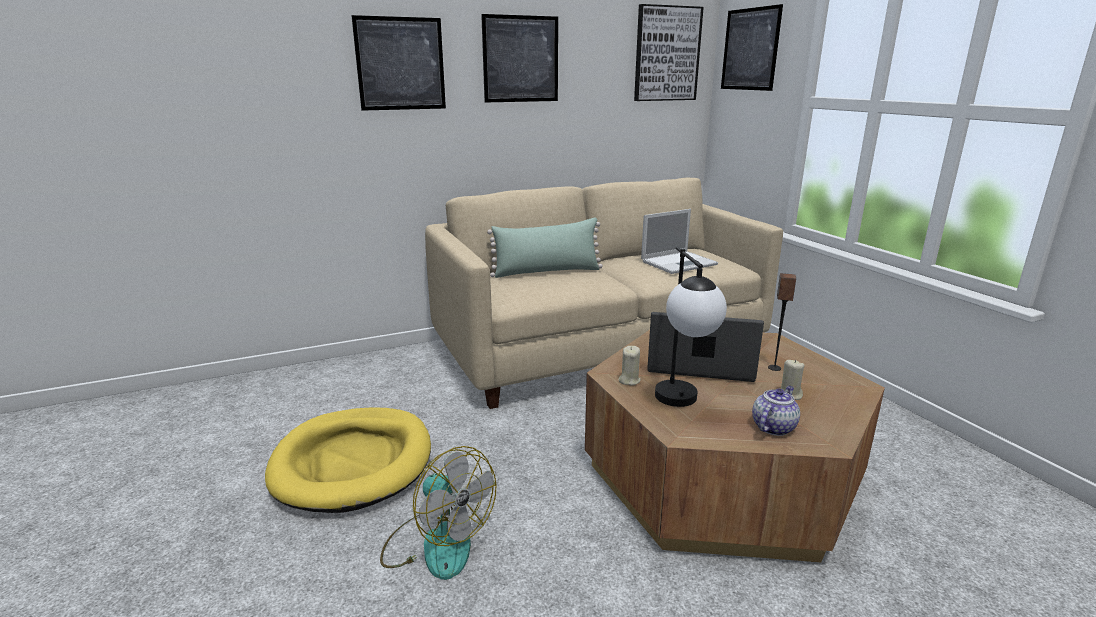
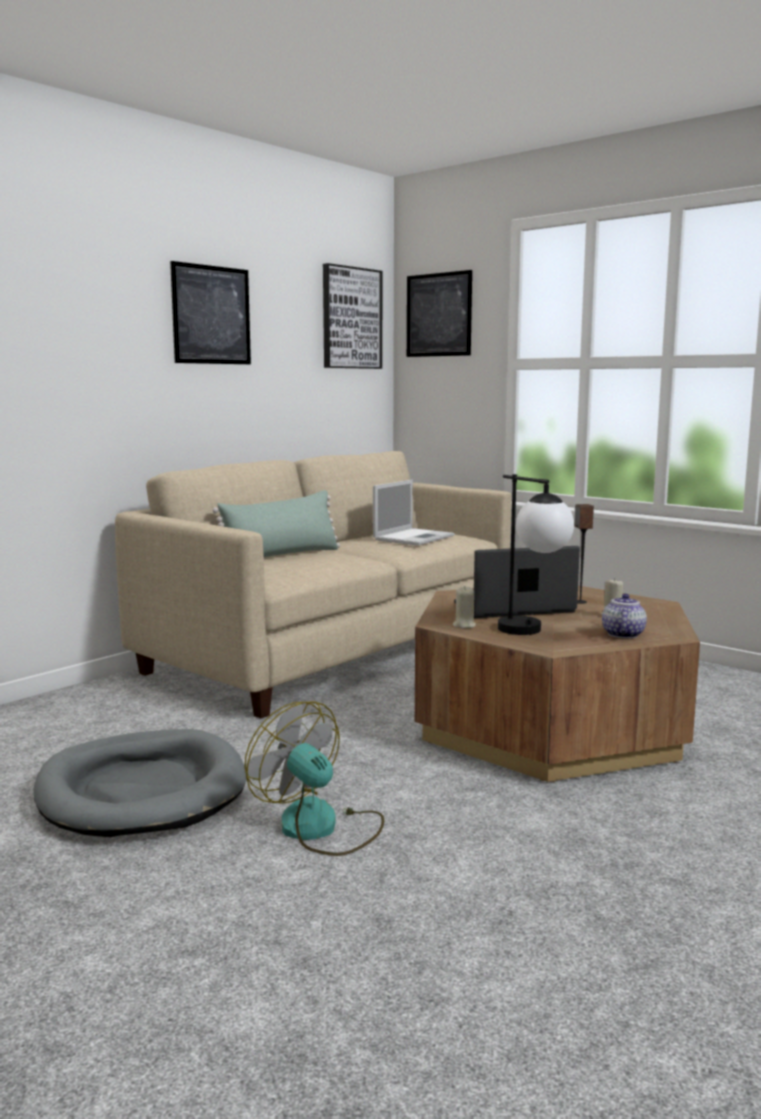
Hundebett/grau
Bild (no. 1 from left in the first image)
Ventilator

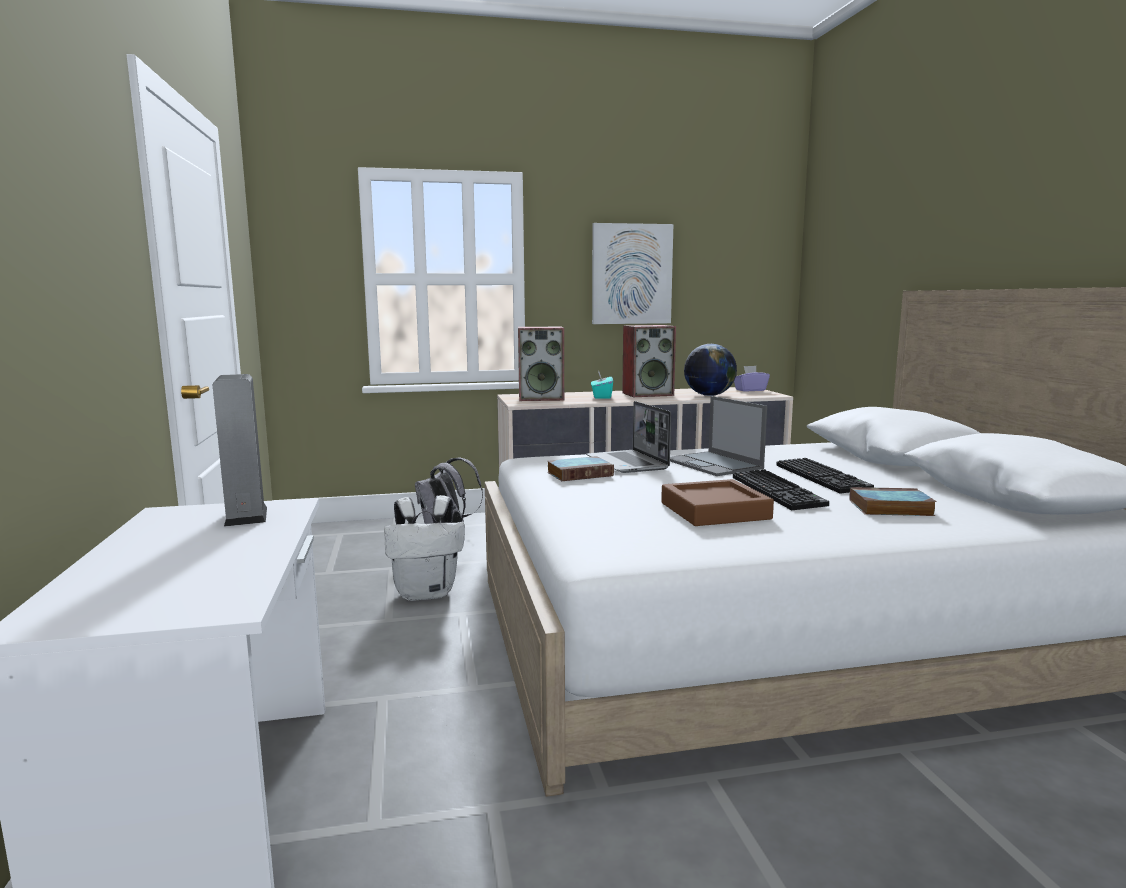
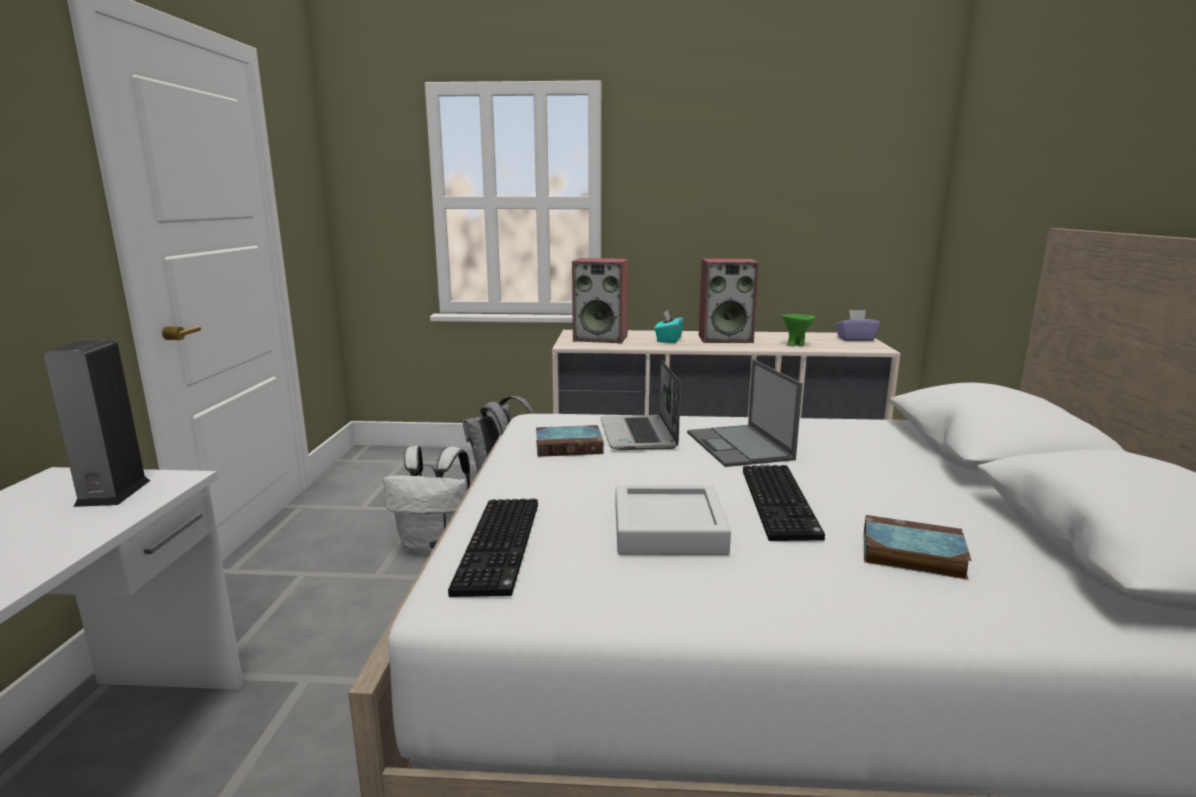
Bild
Tablett/grau
Schüssel/grün
Tastatur (no. 1 from left)

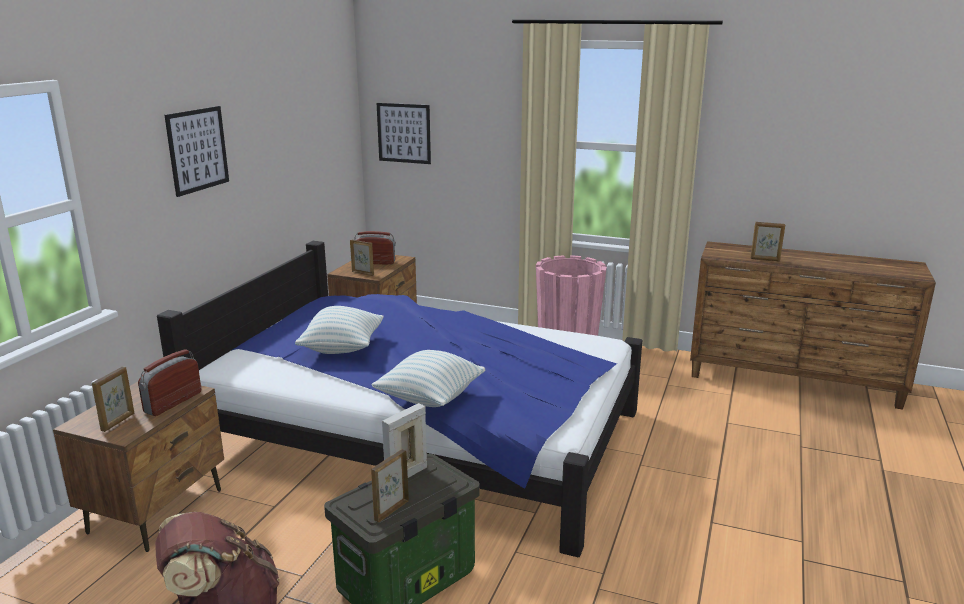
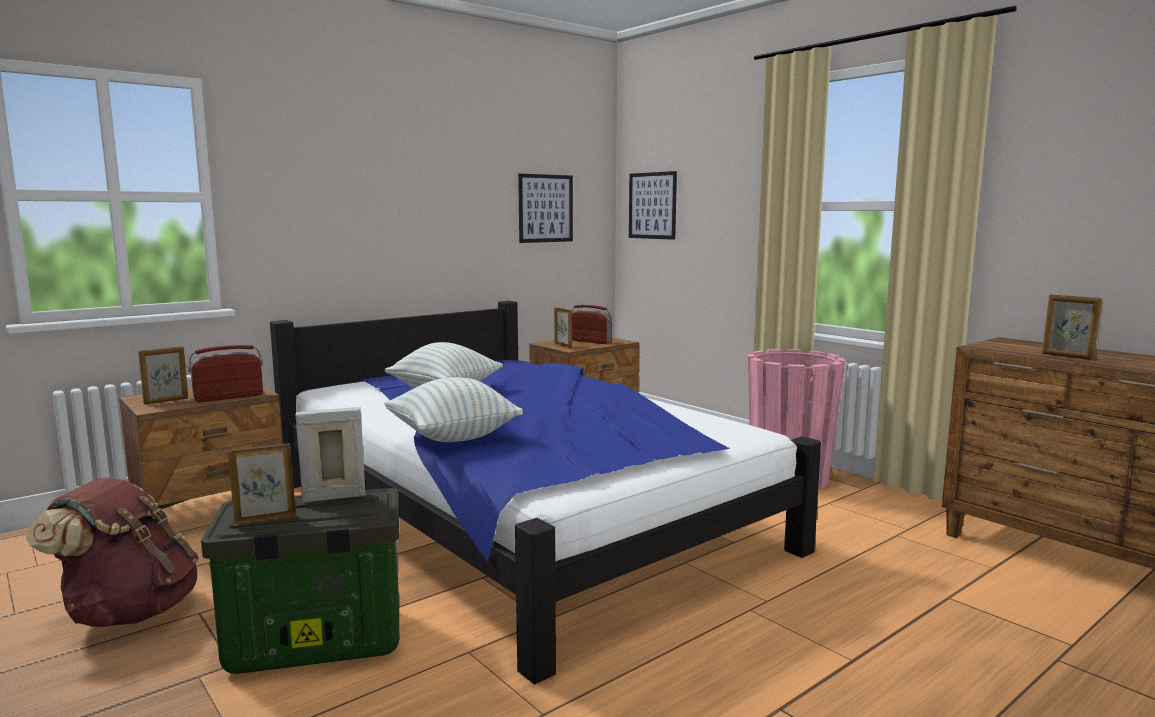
Bild (no. 1 from left)

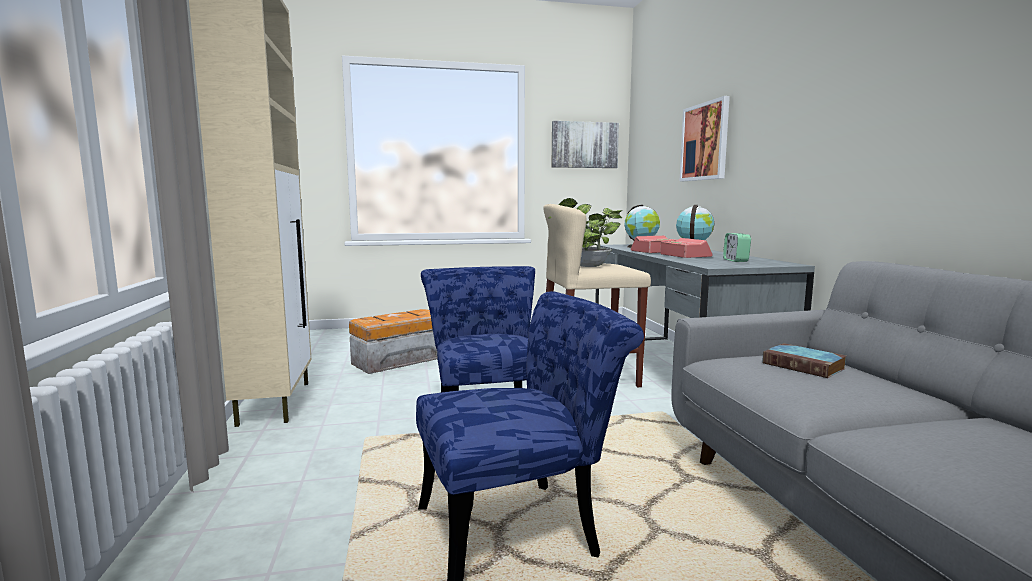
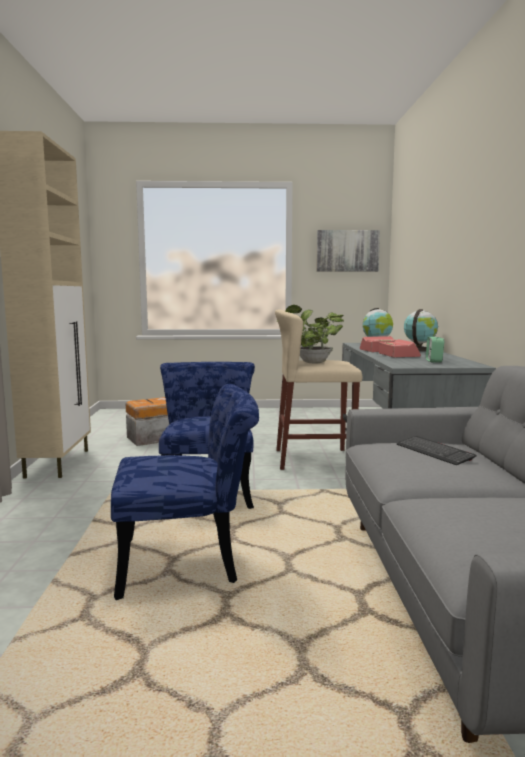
Bild (no. 2 from left in the first image)
Tastatur

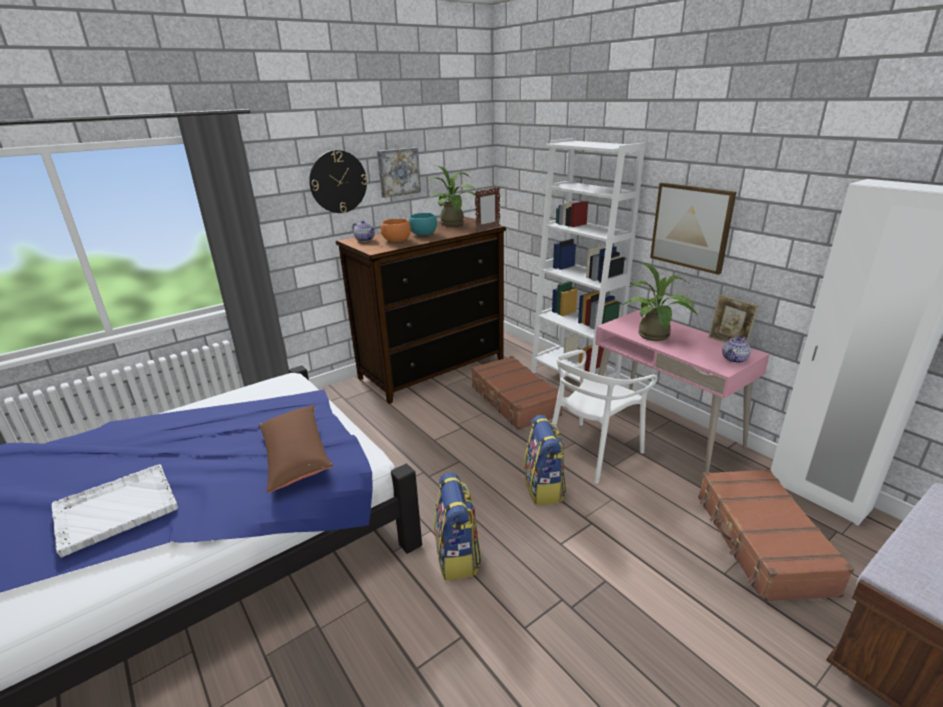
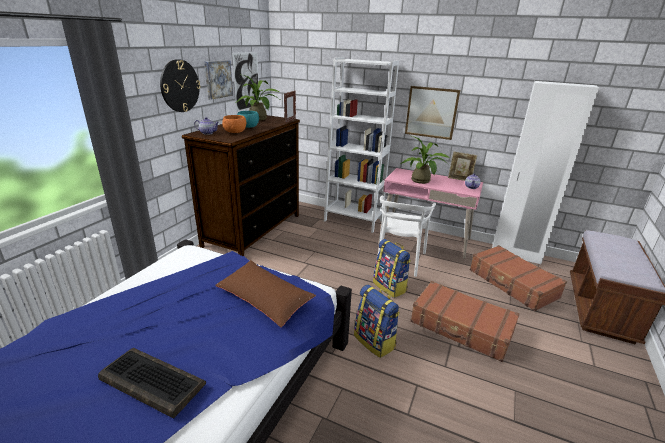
Tastatur
Koffer/braun (no. 1 from left)
Bild (no. 2 from left)

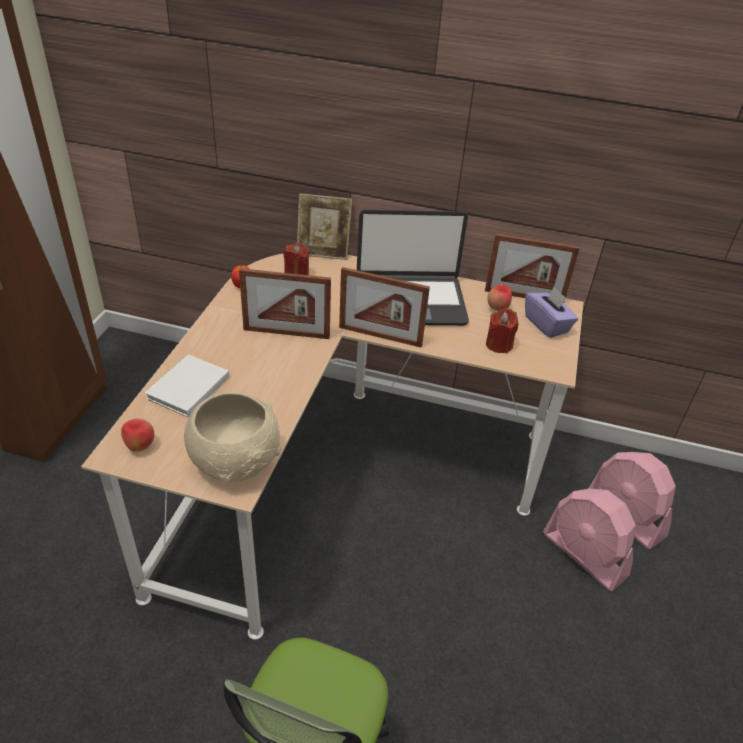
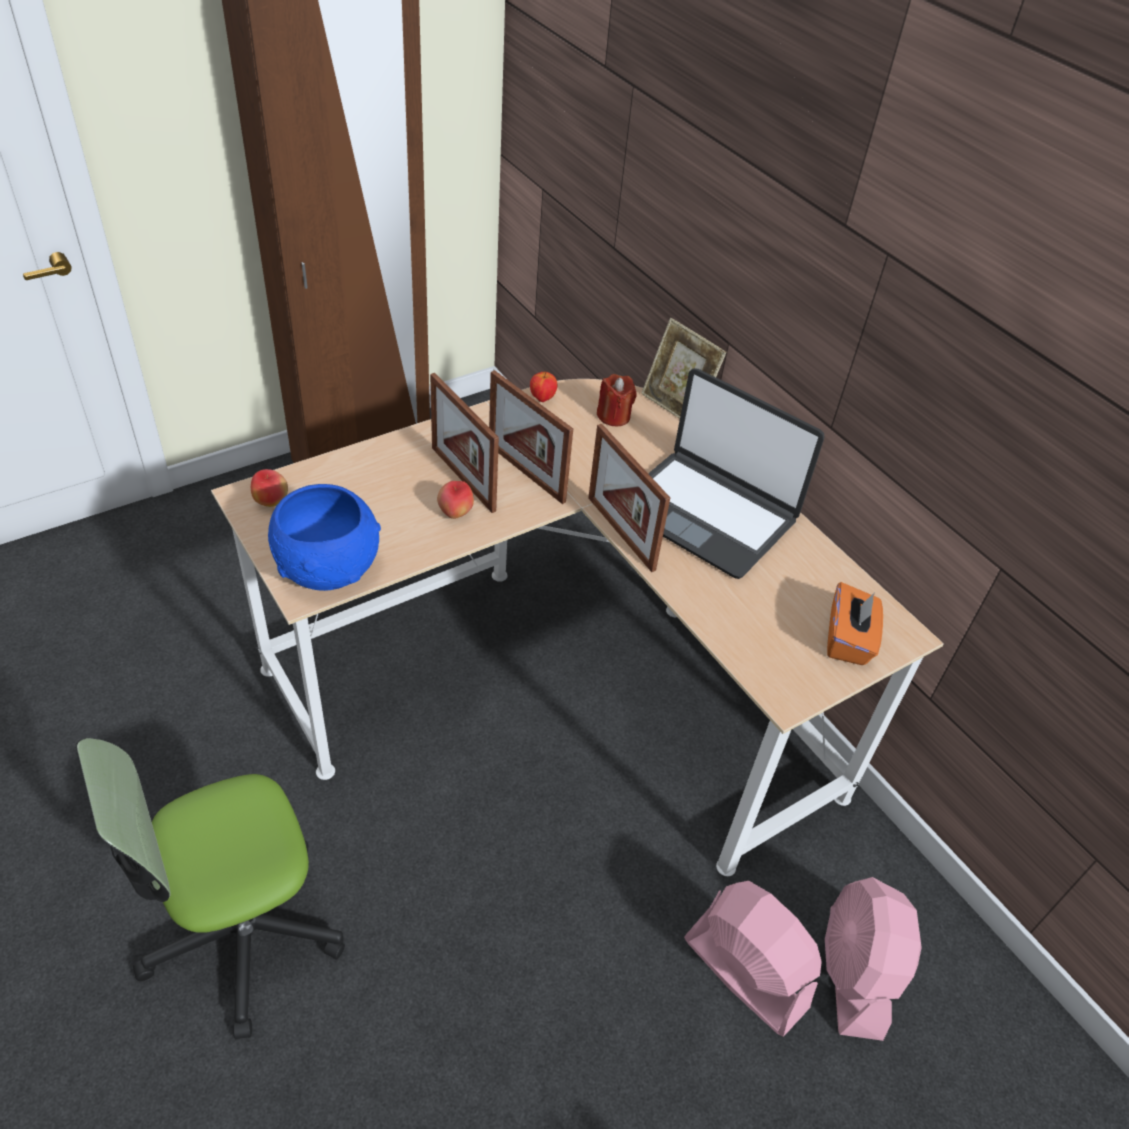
Buch/weiß
Schüssel/blau
Bilderrahmen (no. 1 from left)
Kerze/rot (no. 2 from left in the first image)
Apfel (no. 2 from left)
Taschentuchbox/orange
Ventilator/rosa (no. 1 from left)

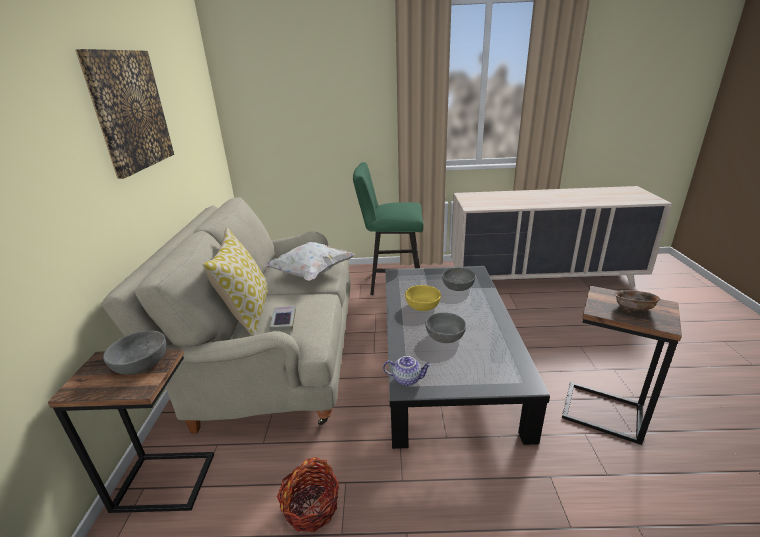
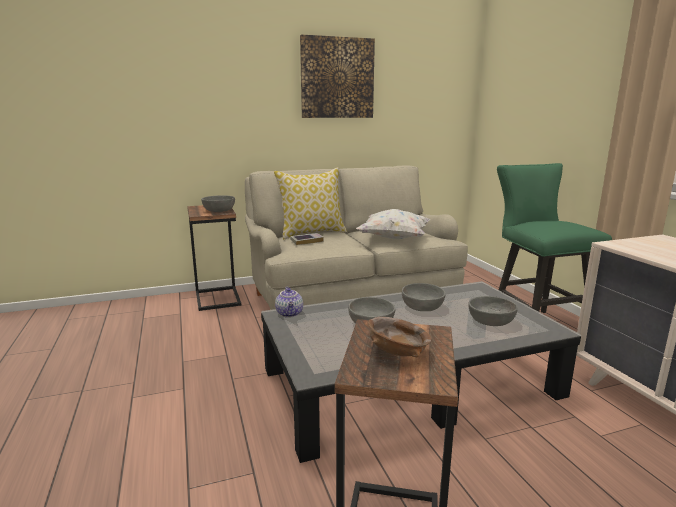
Korb
Schüssel/grau (no. 3 from left)

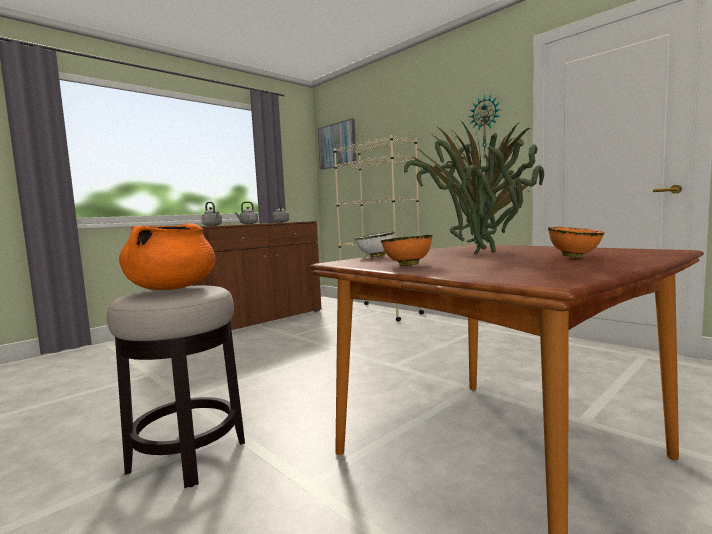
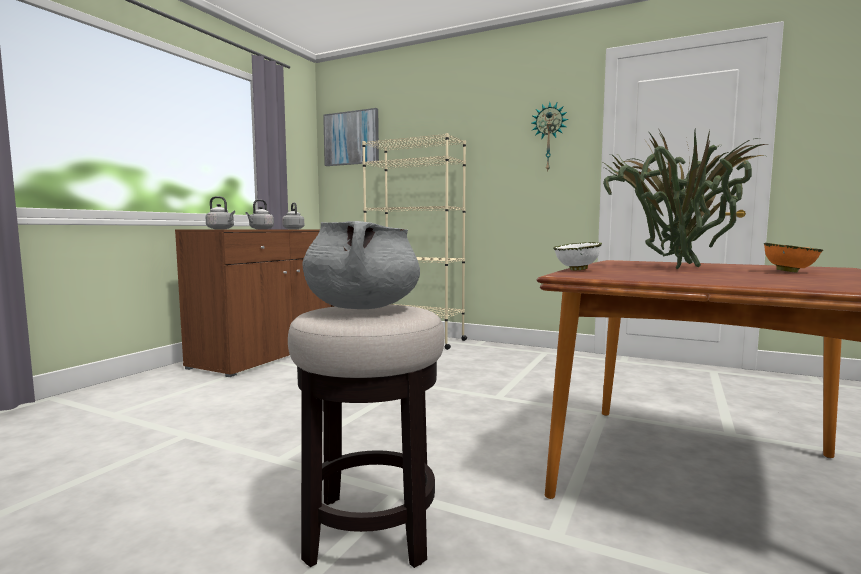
Kochtopf/grau
Schüssel/orange (no. 1 from left in the first image)

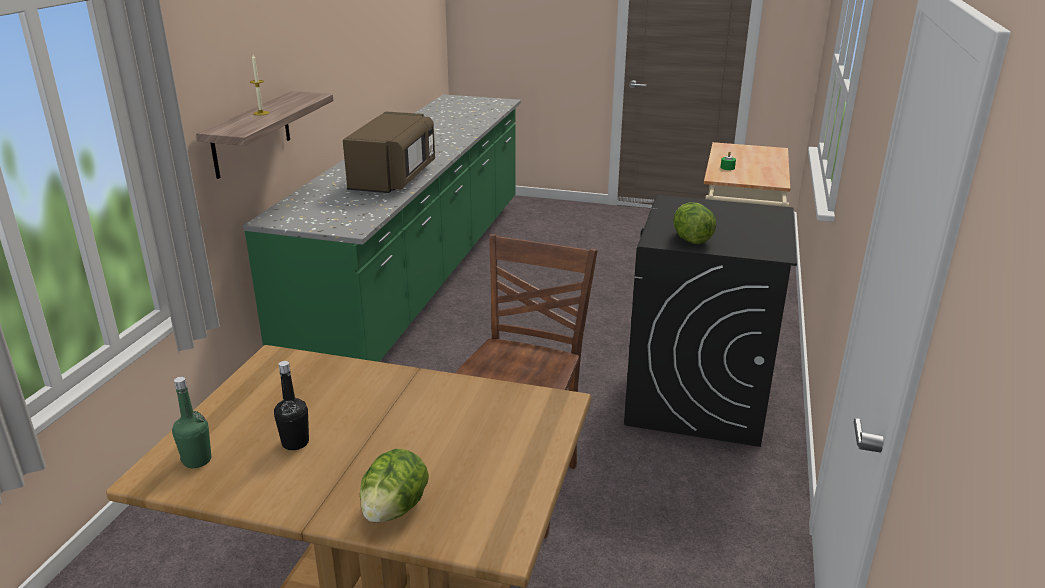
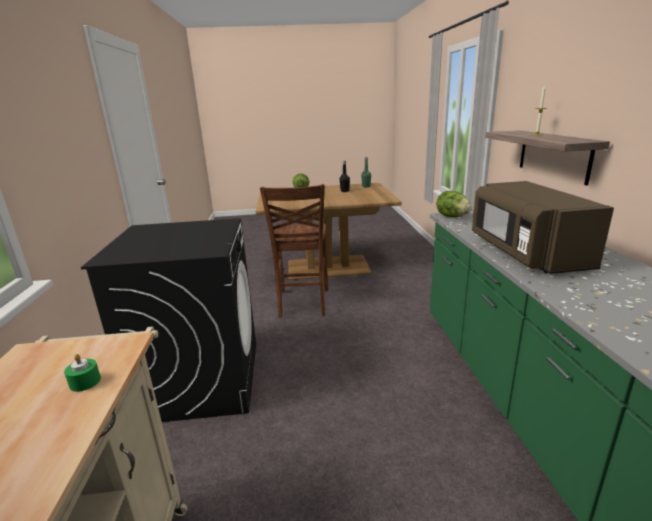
Salatkopf (no. 2 from left)

